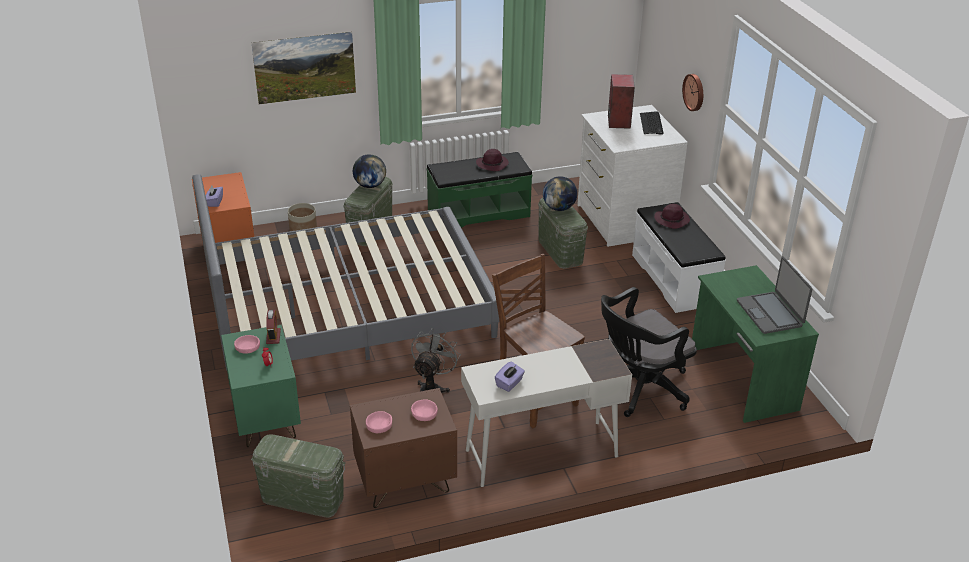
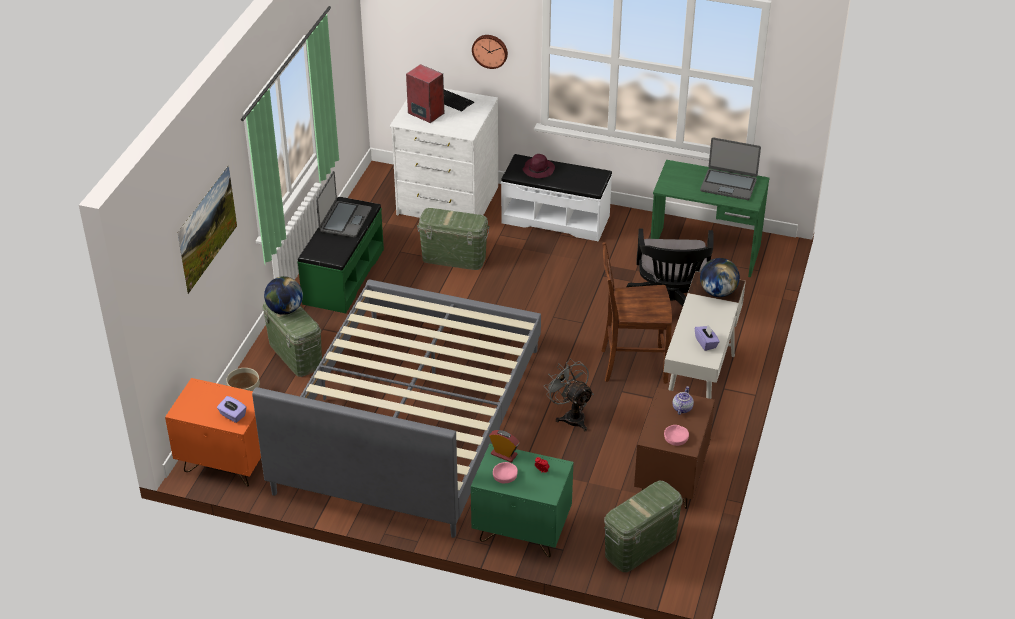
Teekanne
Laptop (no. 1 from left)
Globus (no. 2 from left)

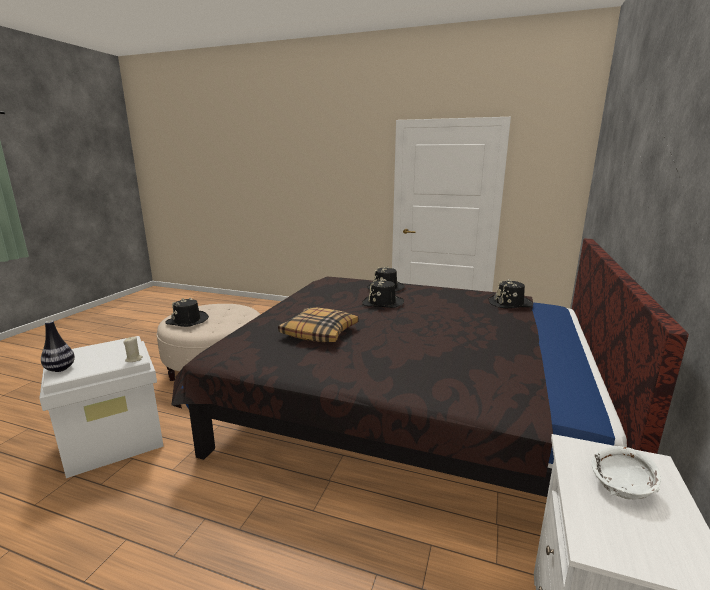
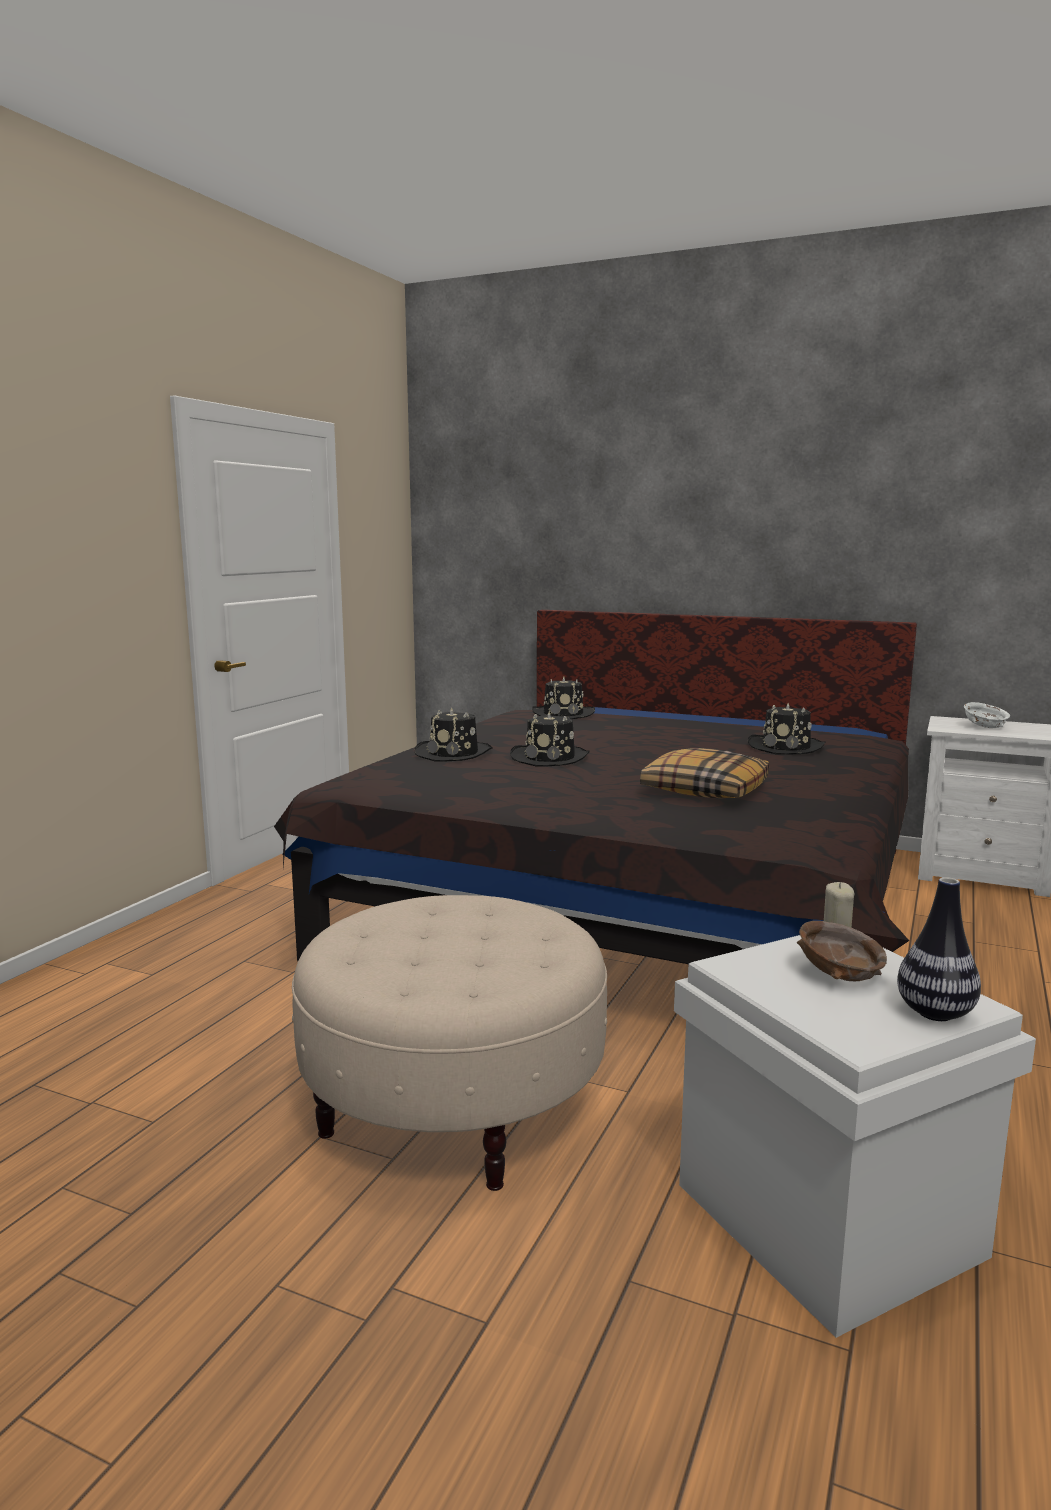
Hut/schwarz (no. 4 from left)
Schüssel/braun

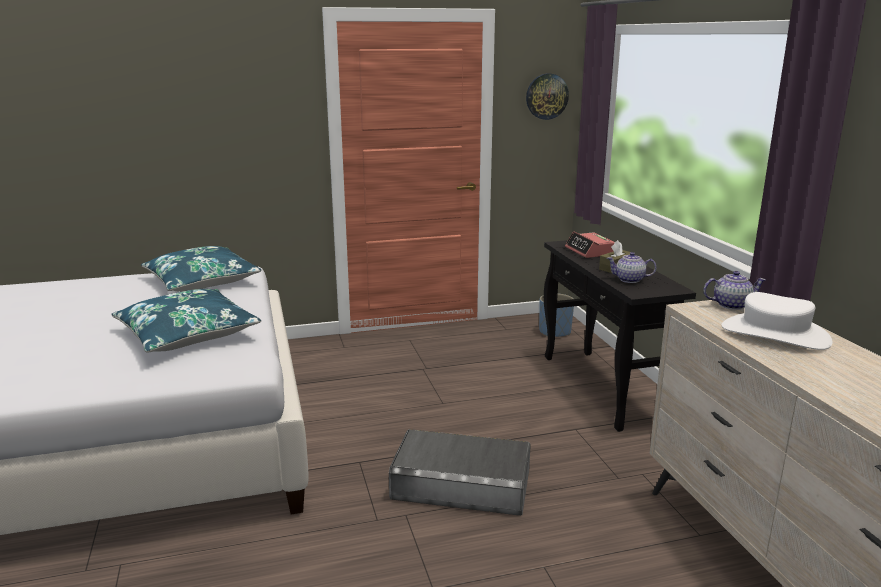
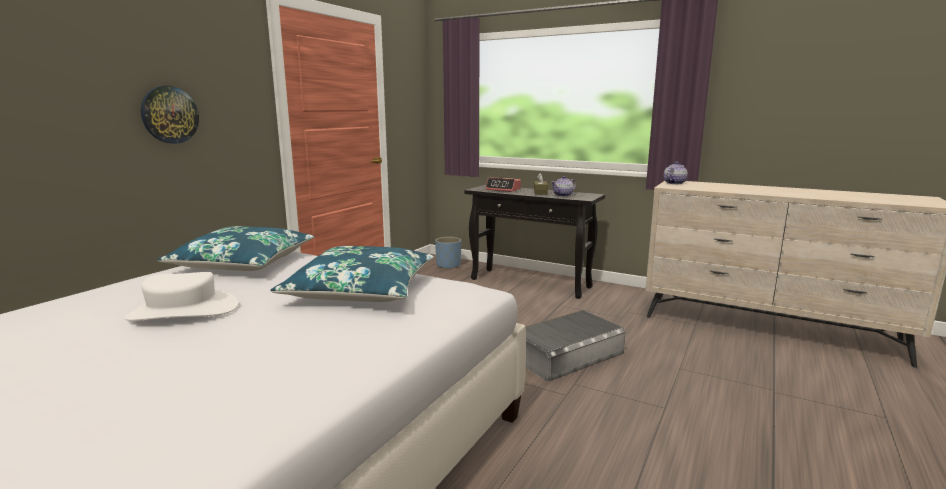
Wanduhr
Hut/weiß

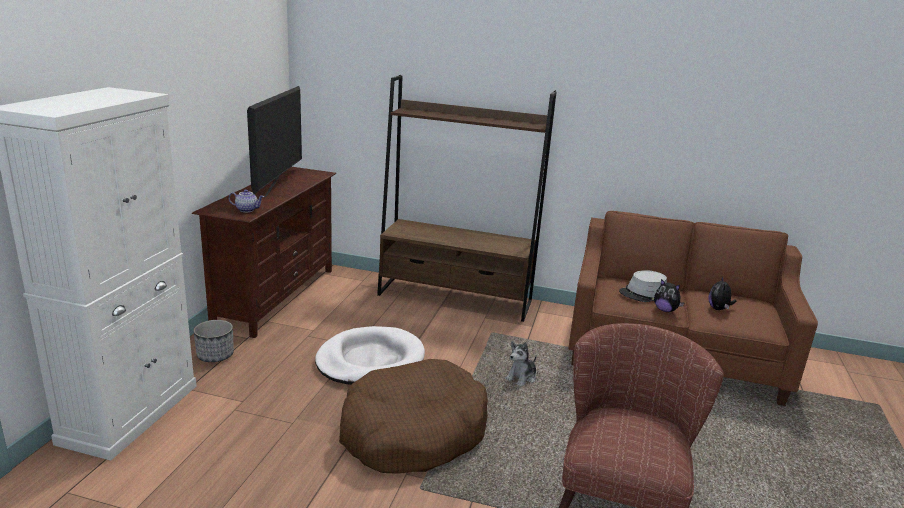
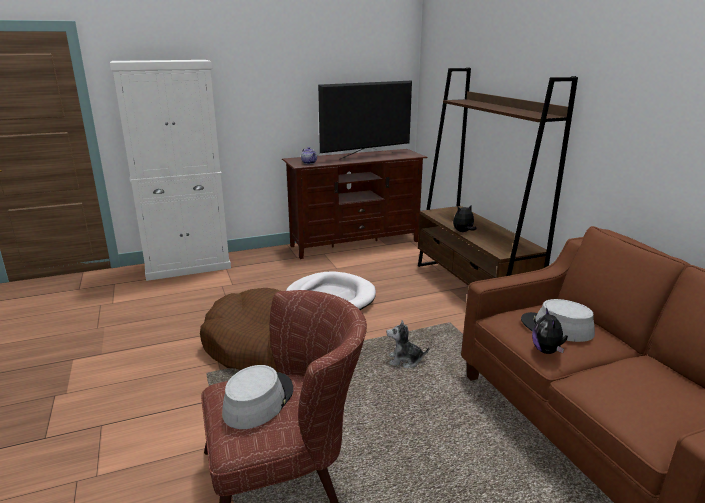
Pflanzkübel
Plüschtier (no. 2 from left)
Hut/grau (no. 1 from left)

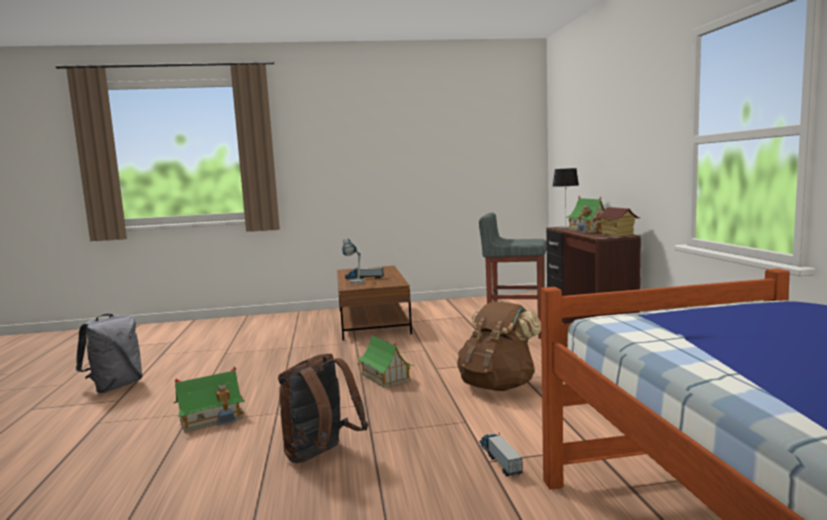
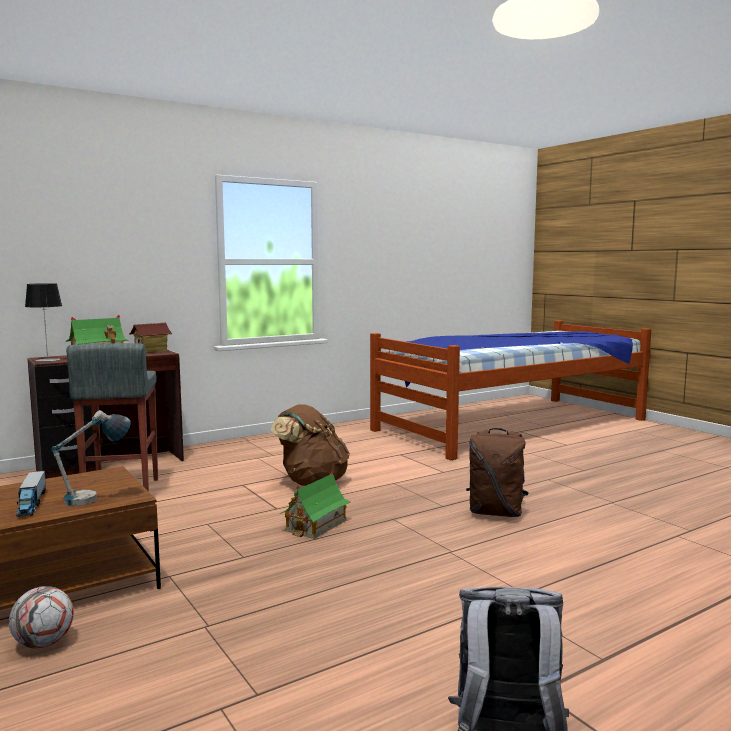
Spielzeughaus (no. 1 from left in the first image)
Spielzeuglaster (no. 2 from left in the first image)
Fußball

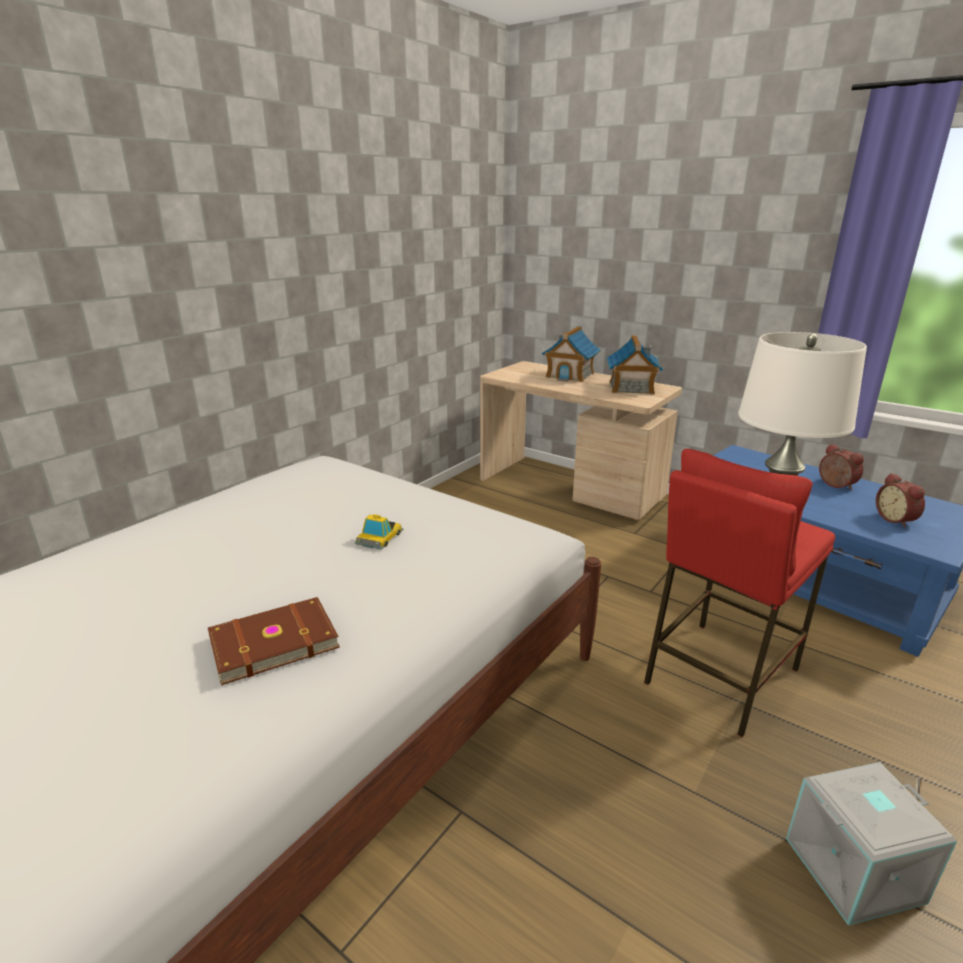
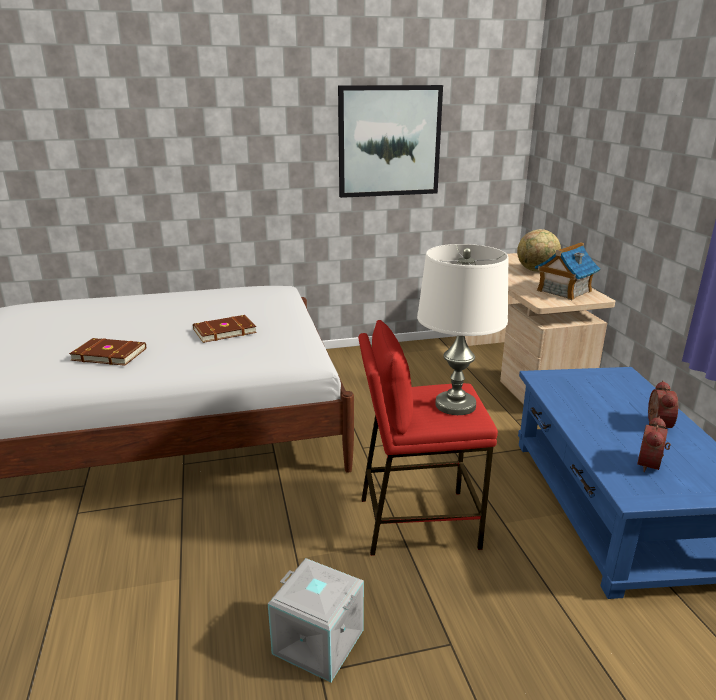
Buch/braun (no. 2 from left)
Globus
Bild

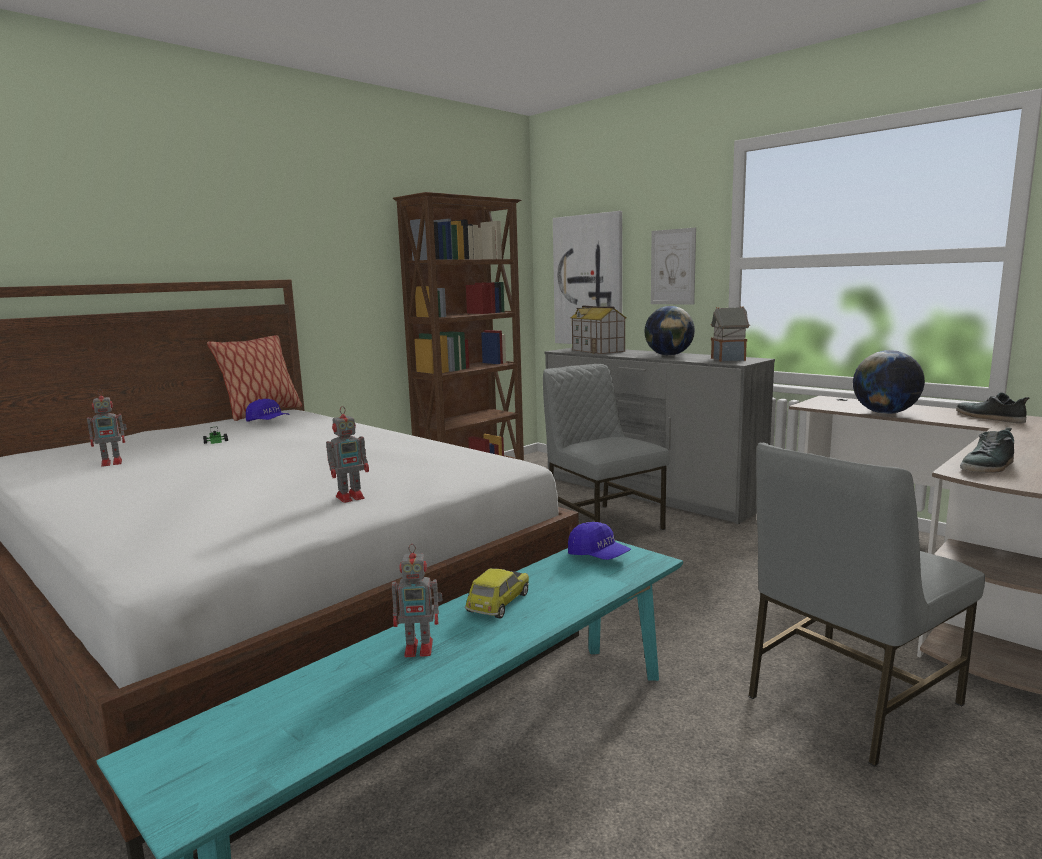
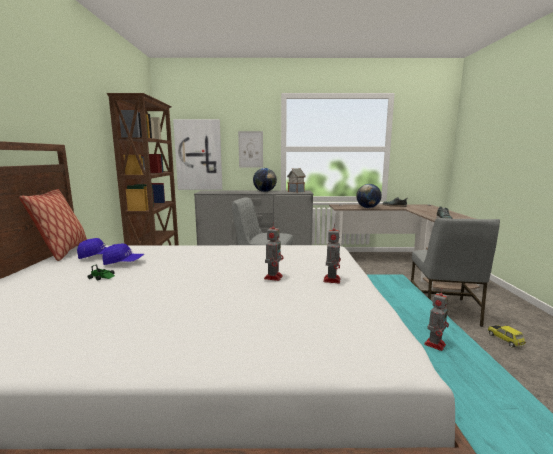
Spielzeugroboter (no. 1 from left)
Spielzeugauto (no. 2 from left)
Kappe/blau (no. 2 from left)
Spielzeughaus (no. 1 from left in the first image)

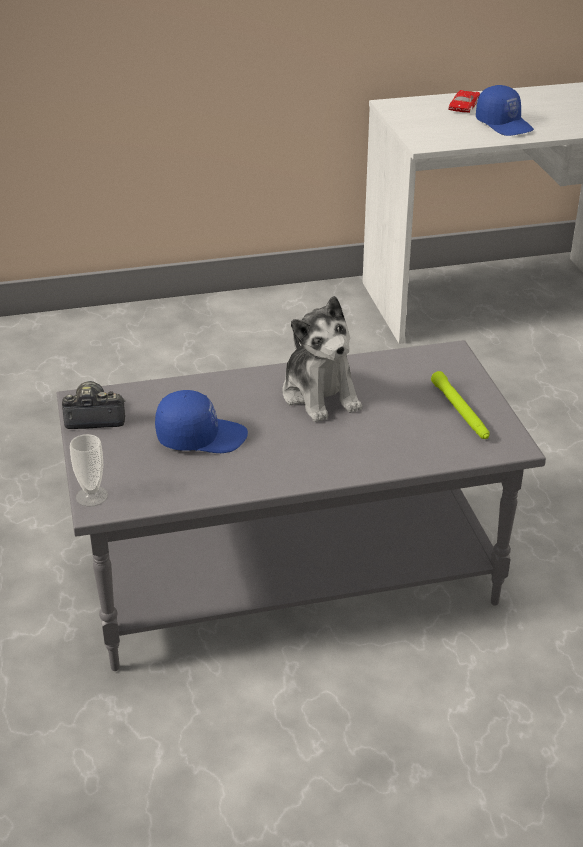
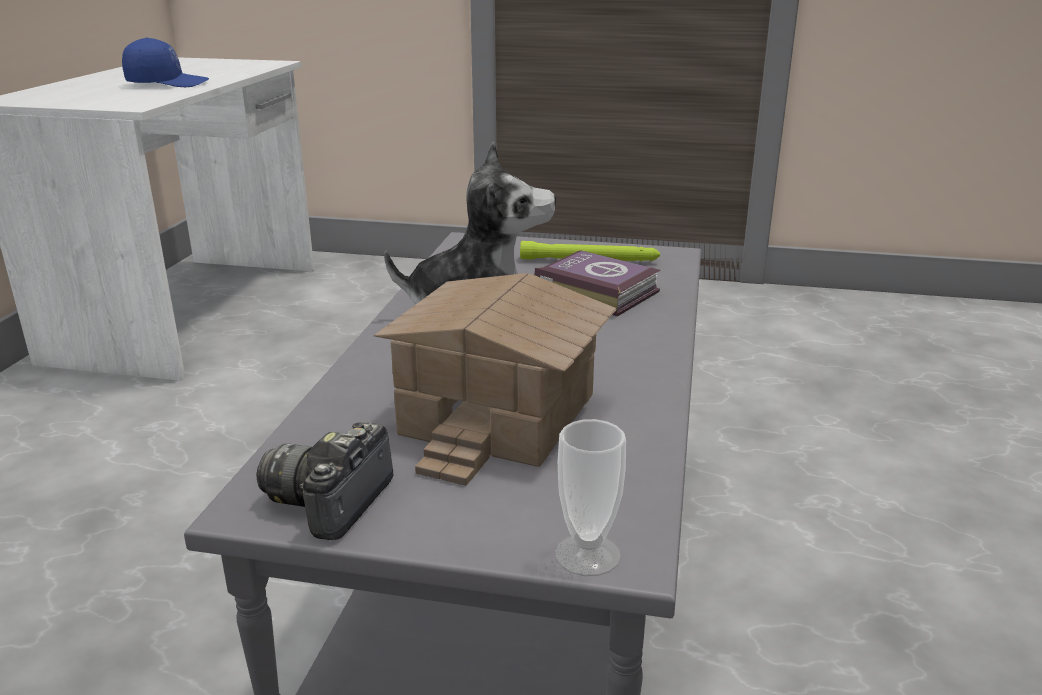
Spielzeughaus
Spielzeugauto/rot
Buch

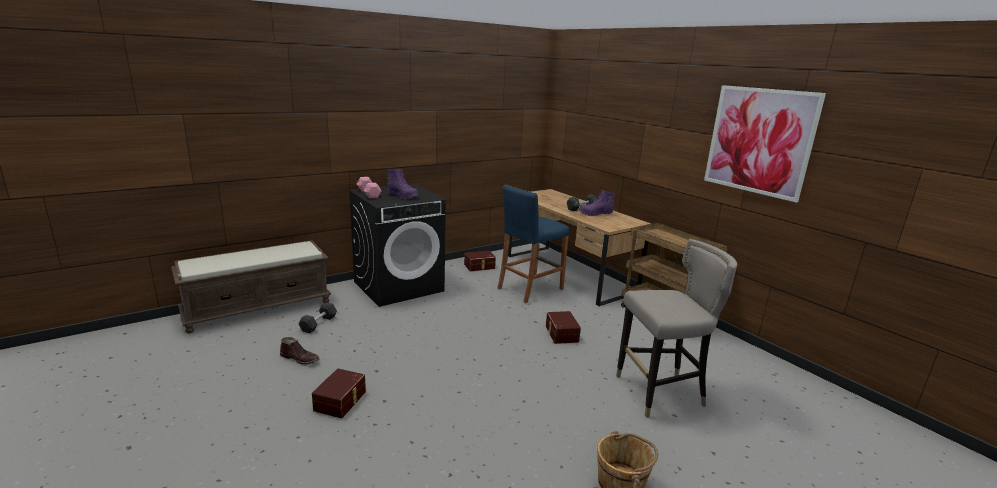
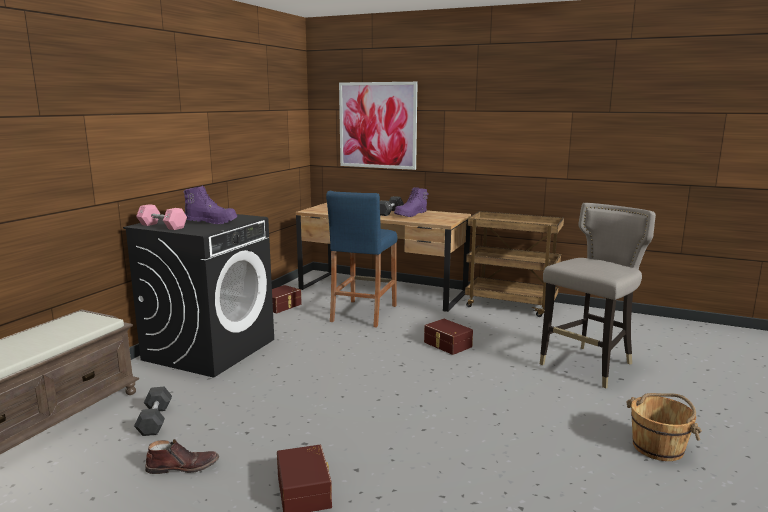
Bild

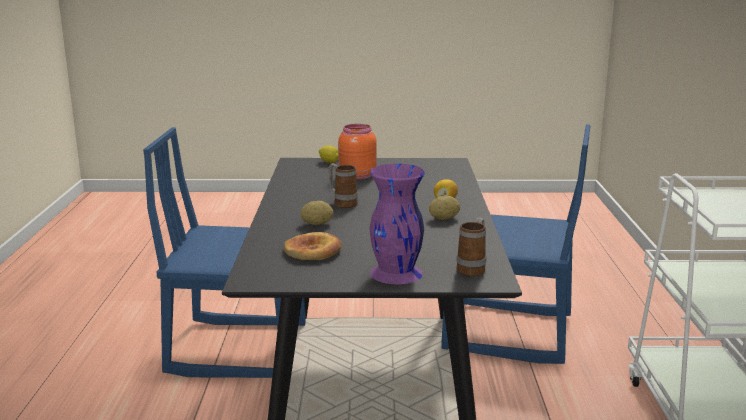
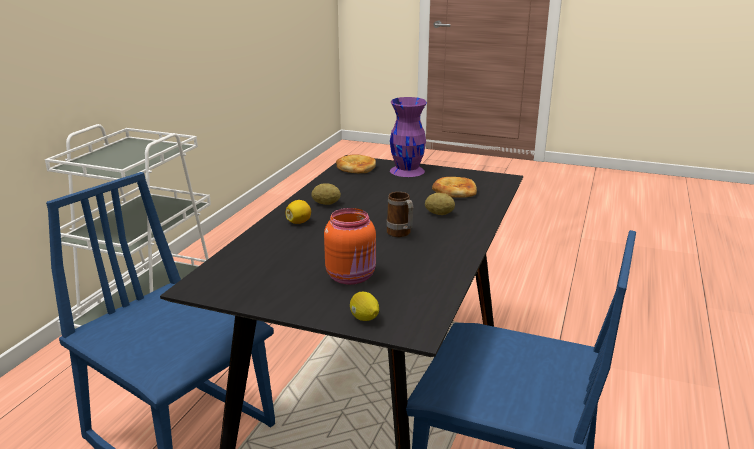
Brot (no. 1 from left)

